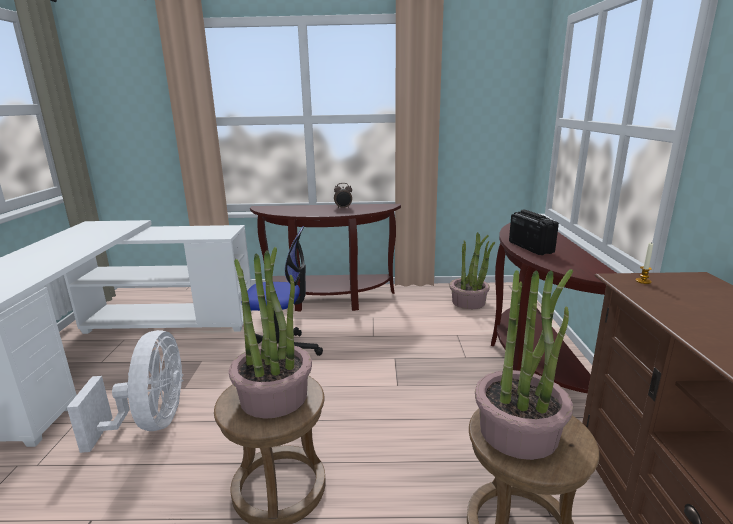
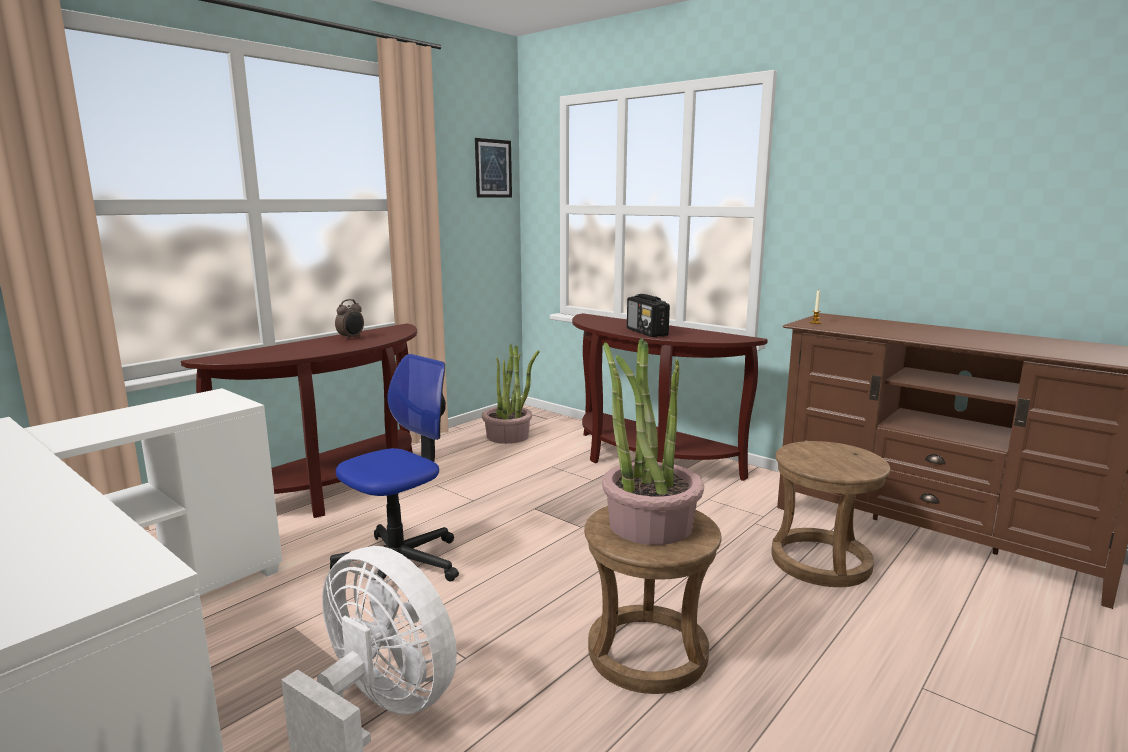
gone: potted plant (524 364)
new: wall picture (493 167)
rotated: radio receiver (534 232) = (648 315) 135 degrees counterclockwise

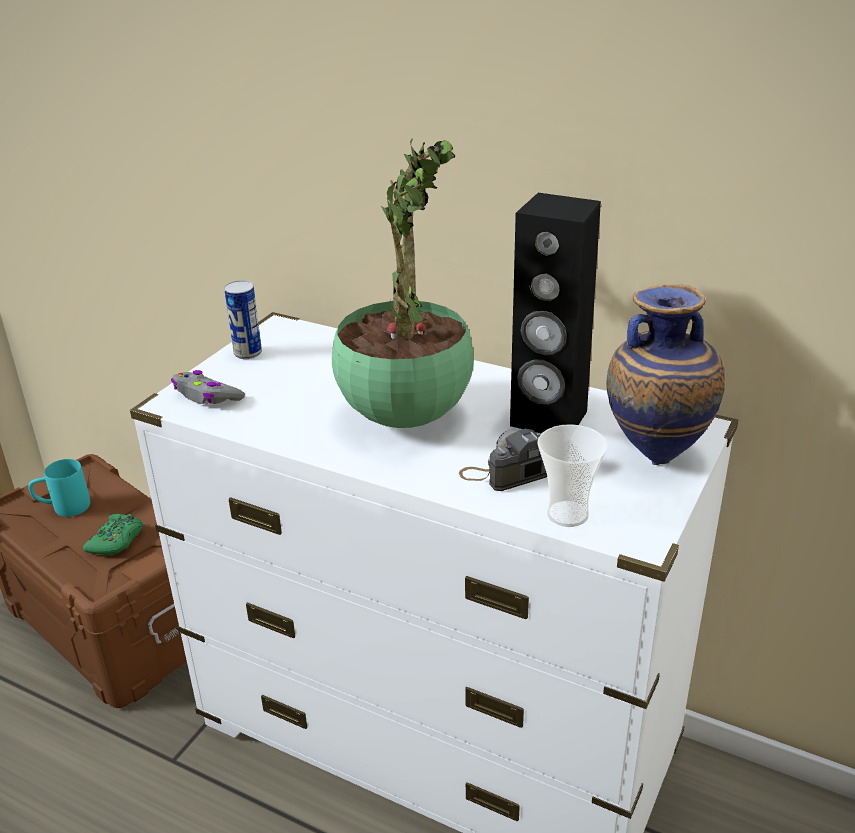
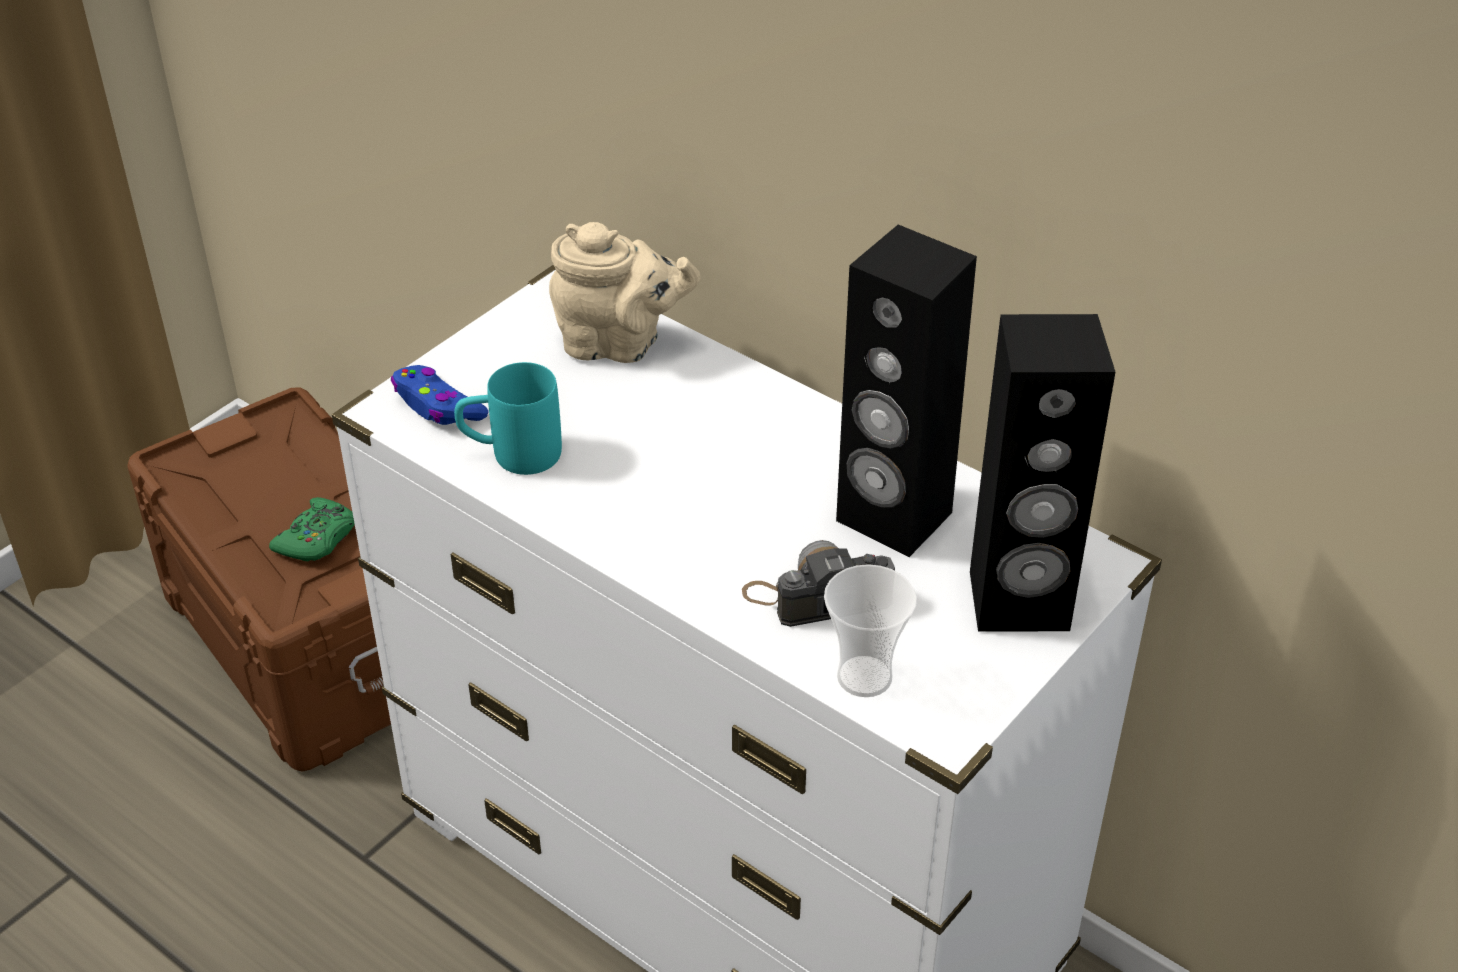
gone: metal can (243 320); potted plant (403 283)
new: tea pot (sand-coloured) (624 292)
shifted: mug (turquoise) (59 488) to (508 418)
swapped: vase (665 374) to audio speaker (blackish) (1042 473)
repainted: gamepad (gray) (208 387) to gamepad (blue-coloured) (439 395)

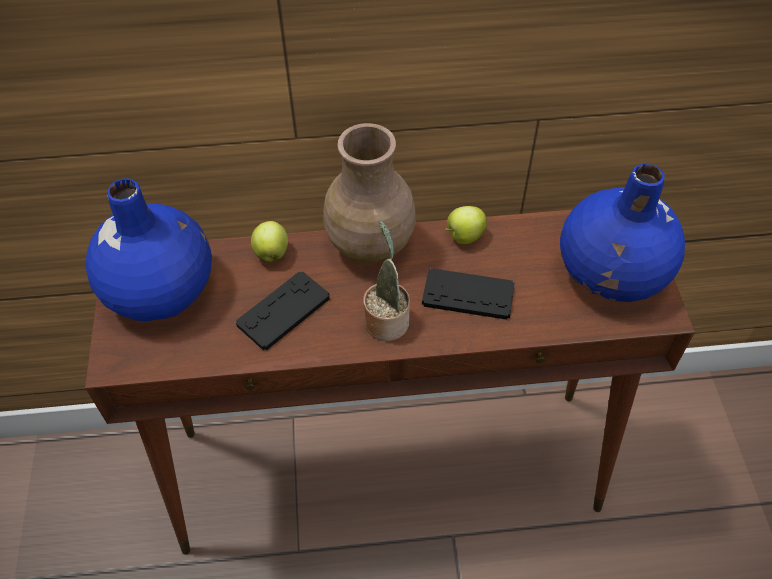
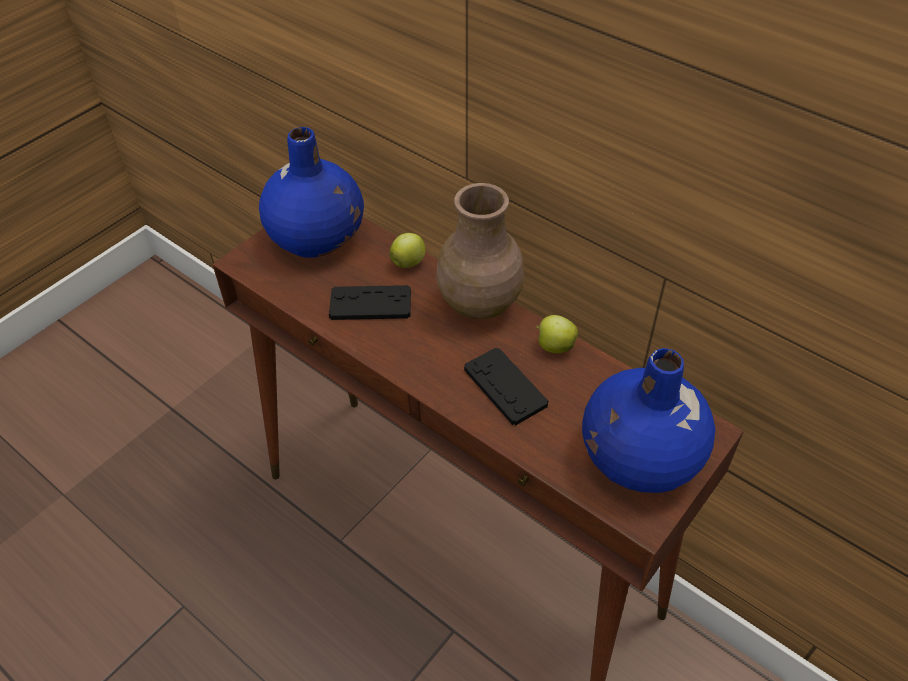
gone: potted plant (386 281)

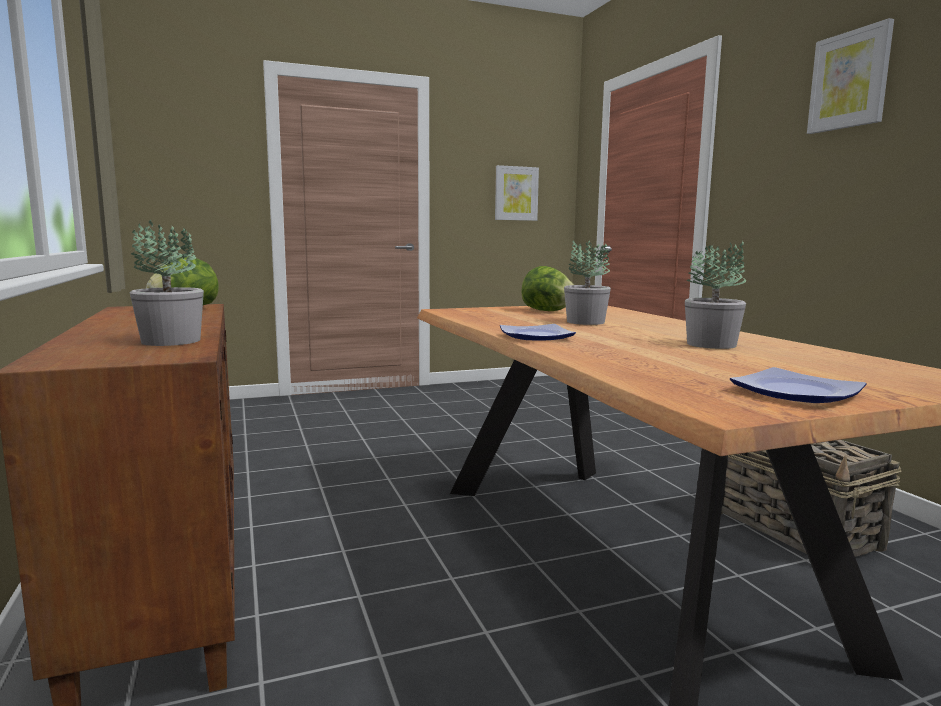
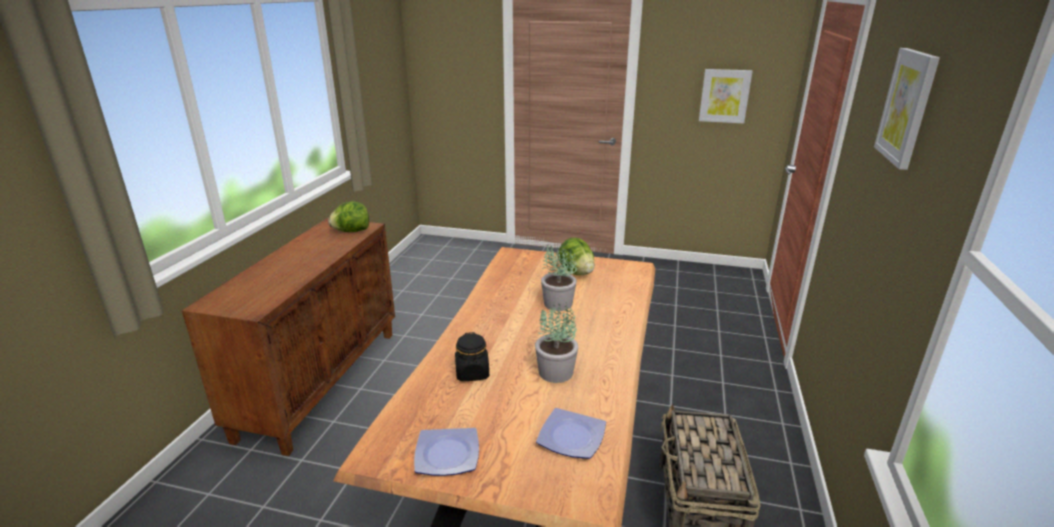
gone: potted plant (167 283)
new: jar (blackish) (472 356)
shifted: flat dish (538 332) to (571 433)

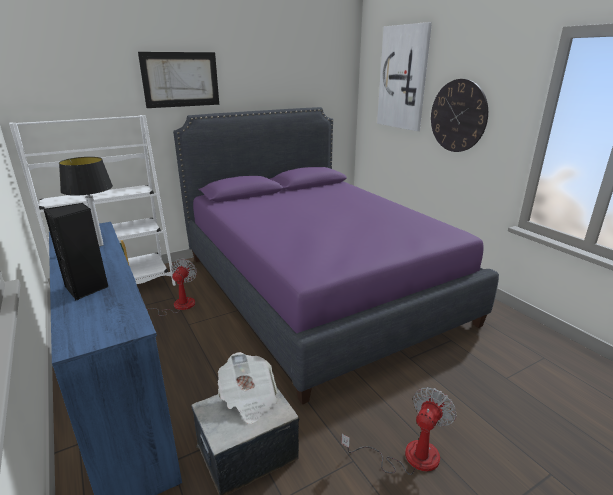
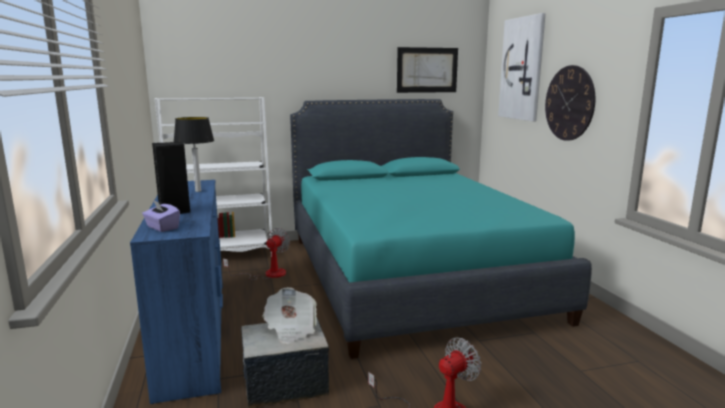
new: tissue holder (purplish) (161 216)
shifted: wall picture (178 80) to (427 70)
repainted: sleeping bed (purplish) (336 256) to sleeping bed (turquoise) (441 229)

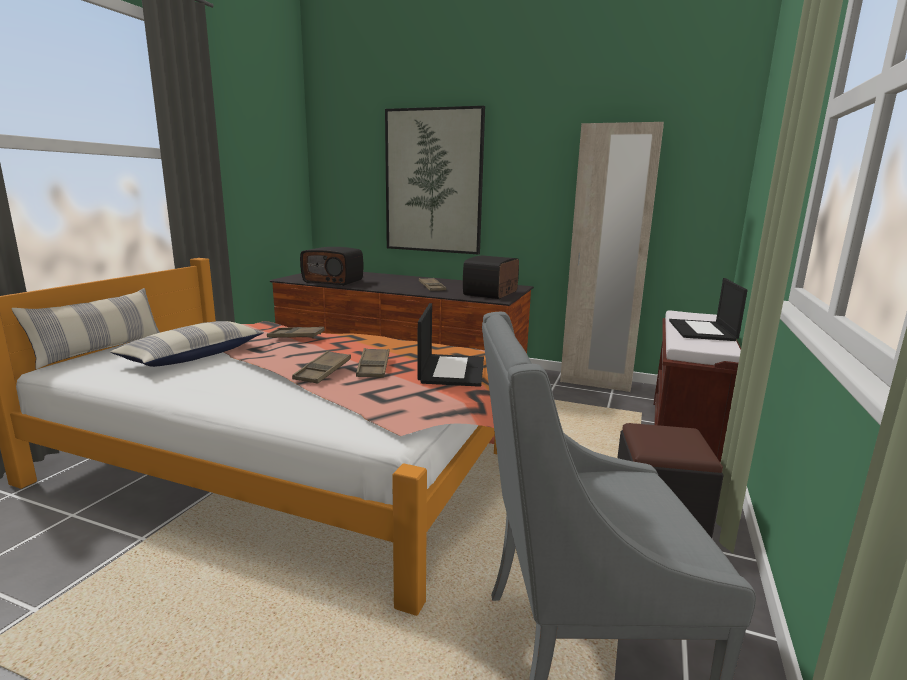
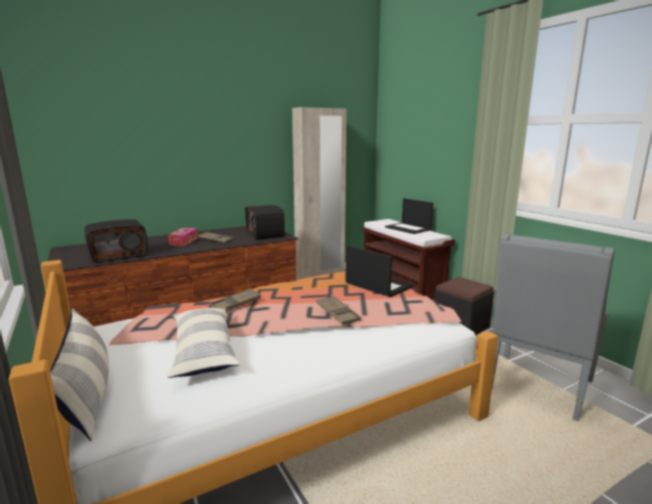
gone: tray (brownish) (372 363); wall picture (435 180)
new: tissue holder (183 237)

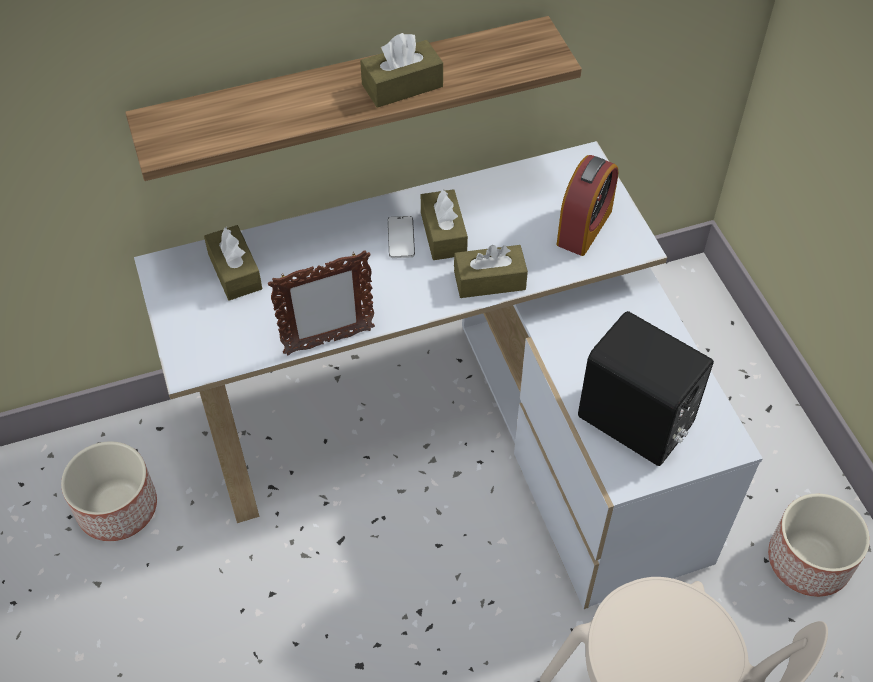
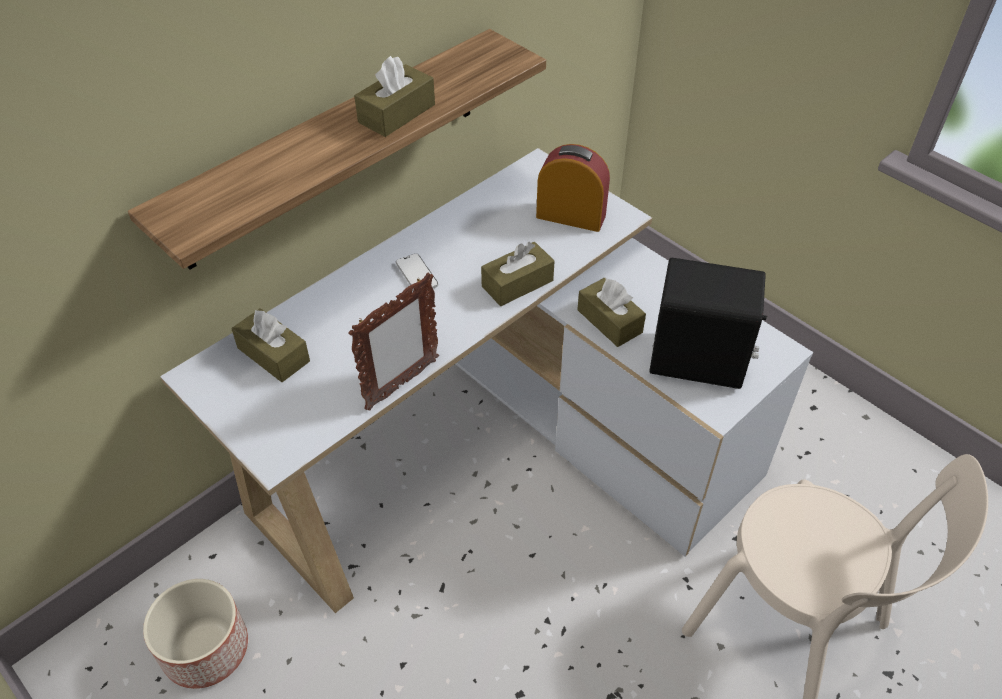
gone: flower pot (819 545)
shifted: tissue holder (brownish) (444 224) to (611 312)
rotated: alarm clock (587 205) = (573 188) 75 degrees counterclockwise

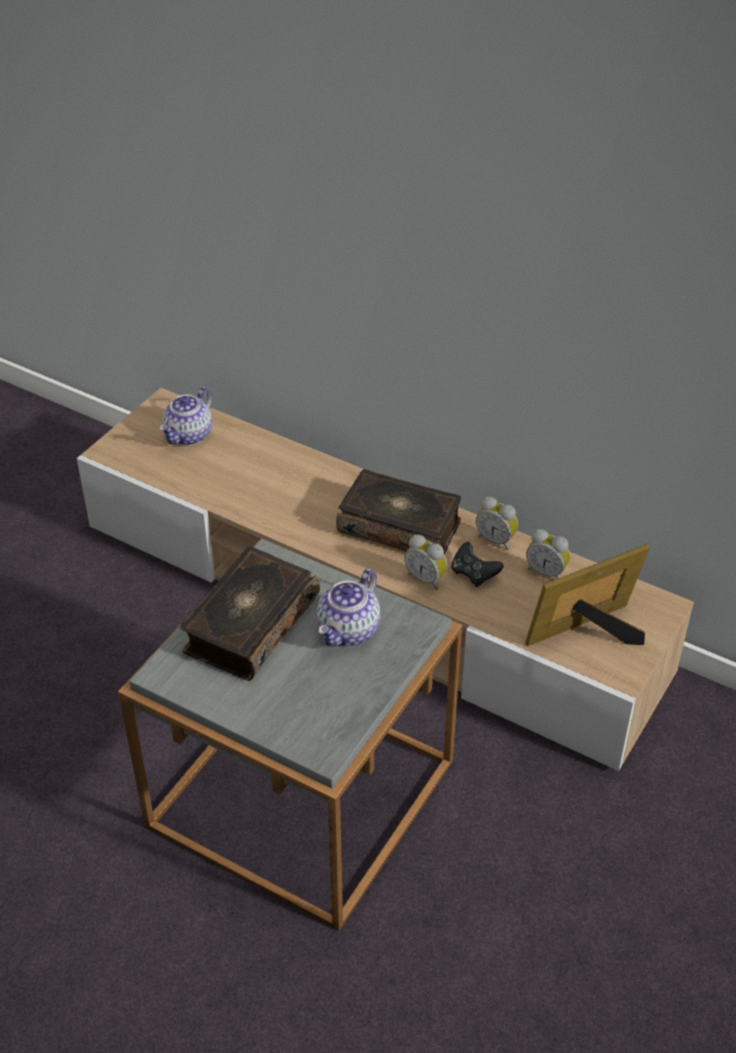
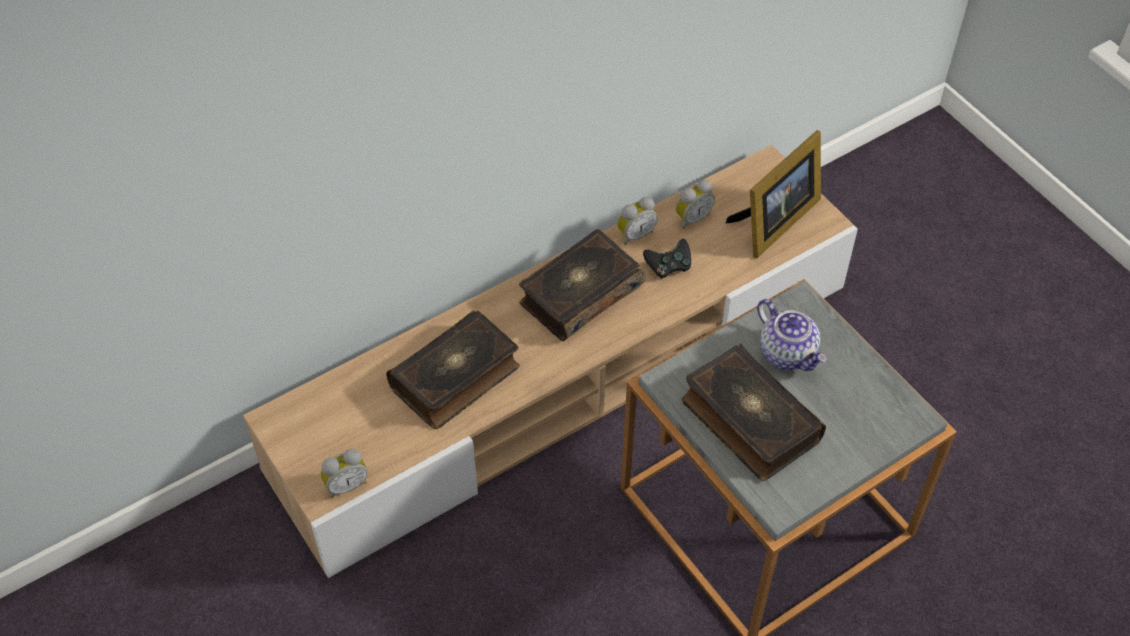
gone: tea pot (185 416)
new: volume (453 369)
shifted: alarm clock (425 562) to (344 473)
rotated: standing frame (587 595) = (773 194) 135 degrees counterclockwise

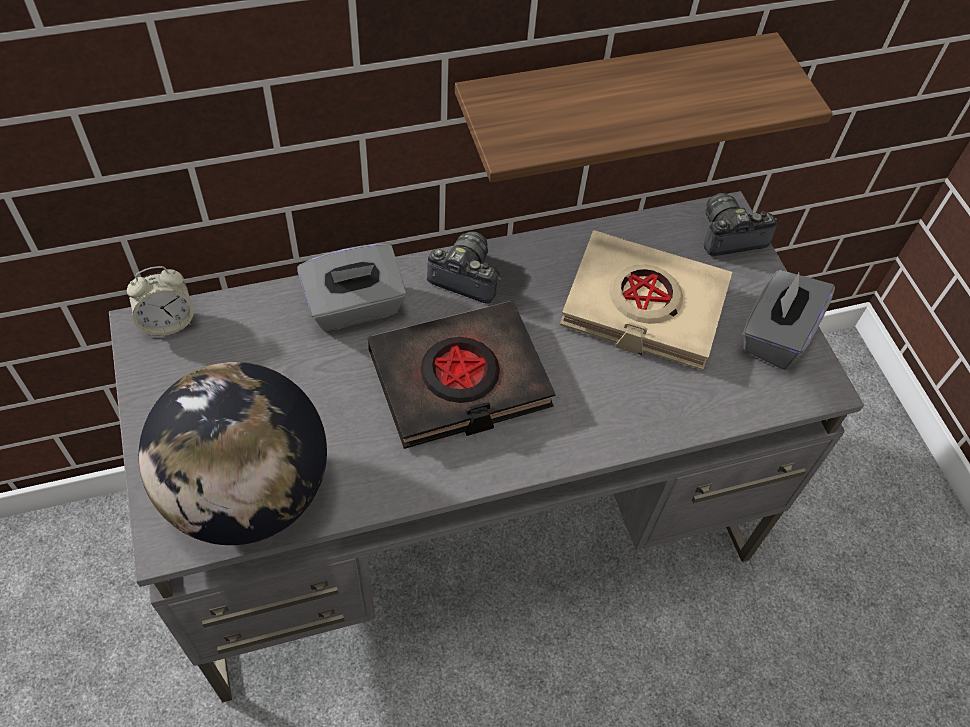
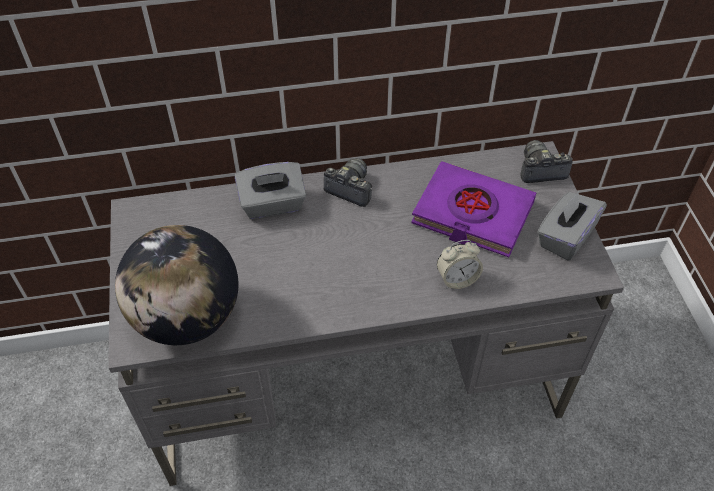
gone: volume (blackish) (461 375); wall shelf (644 107)
shifted: alarm clock (160 301) to (460 264)
repainted: volume (sand-coloured) (646 300) to volume (purplish) (473 209)

